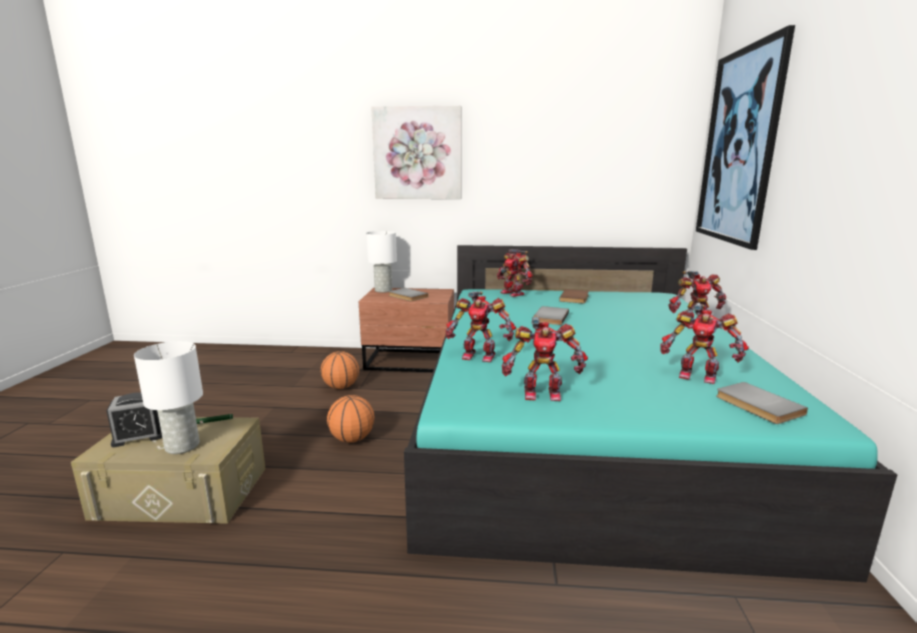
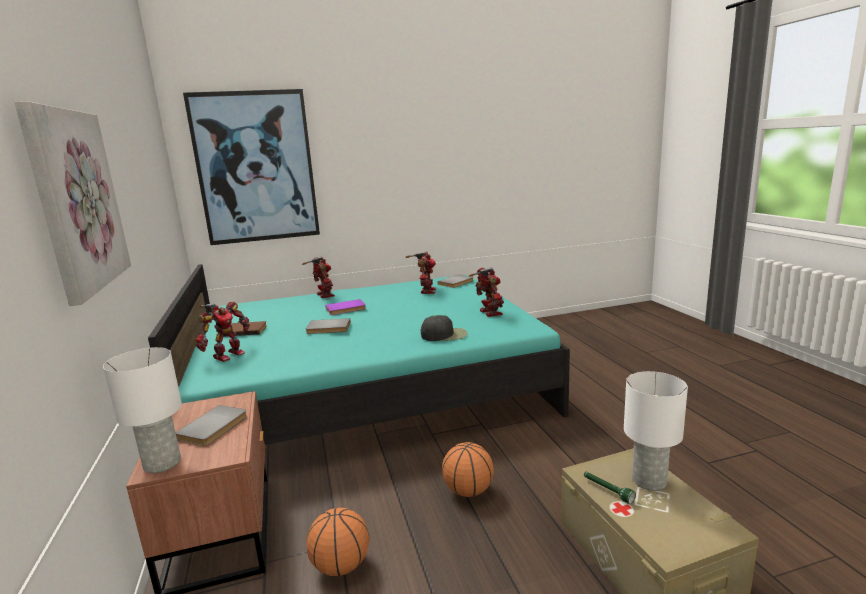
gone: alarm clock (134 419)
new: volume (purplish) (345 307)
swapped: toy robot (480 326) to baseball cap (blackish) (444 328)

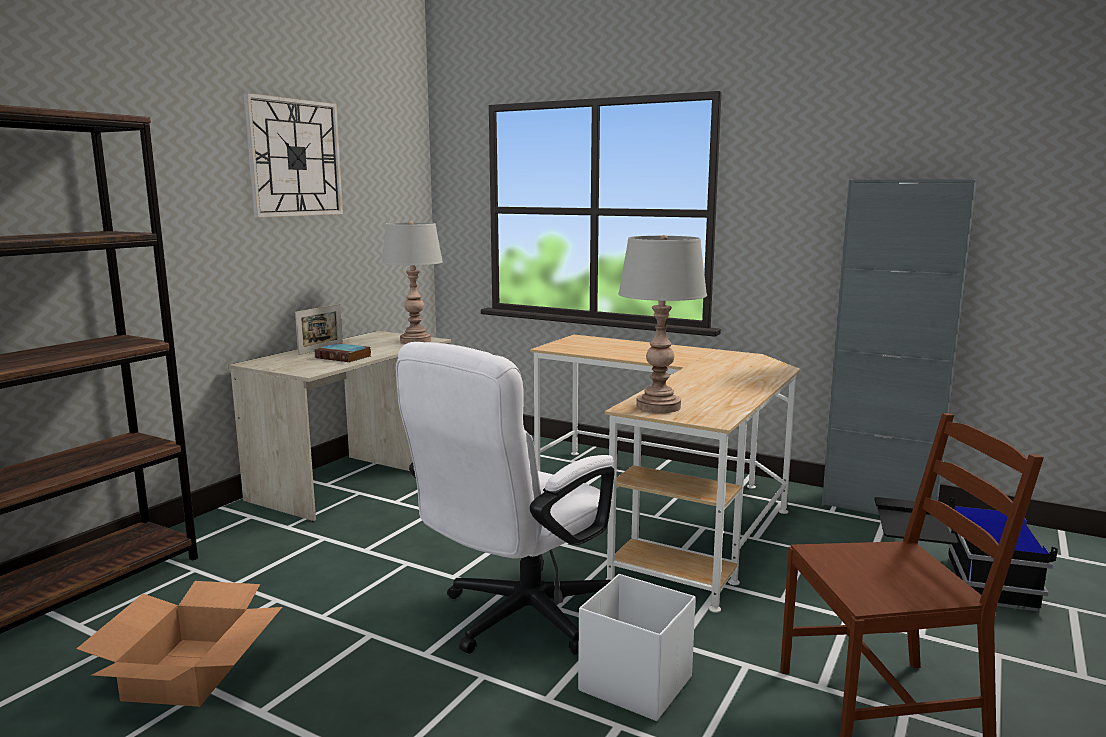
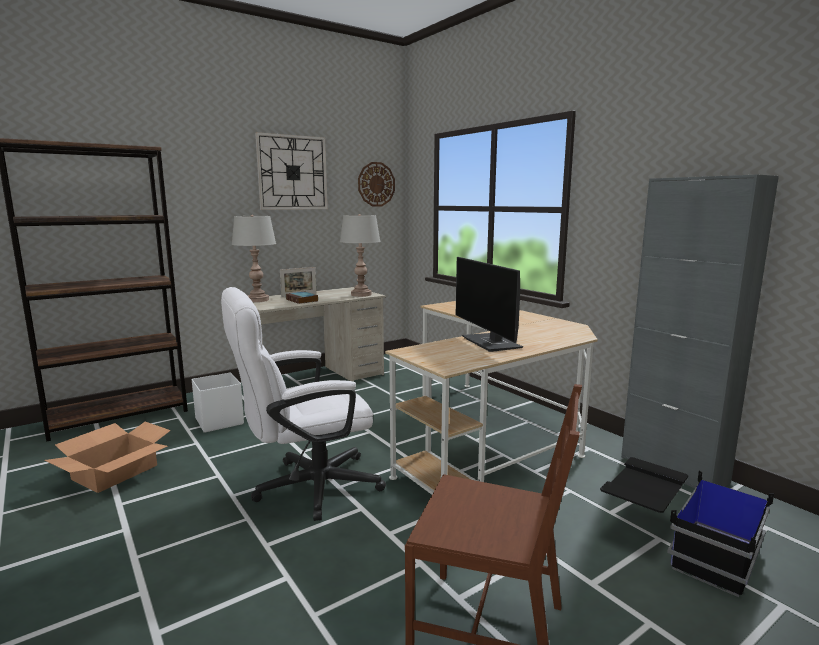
new: wall clock (376 184); computer display (489 304)
shifted: storage bin (white-coloured) (637 647) to (218 402); lamp for a table (gray) (662 324) to (254 258)

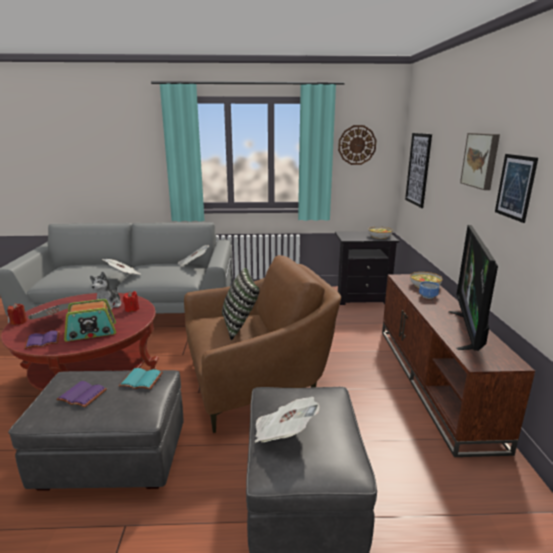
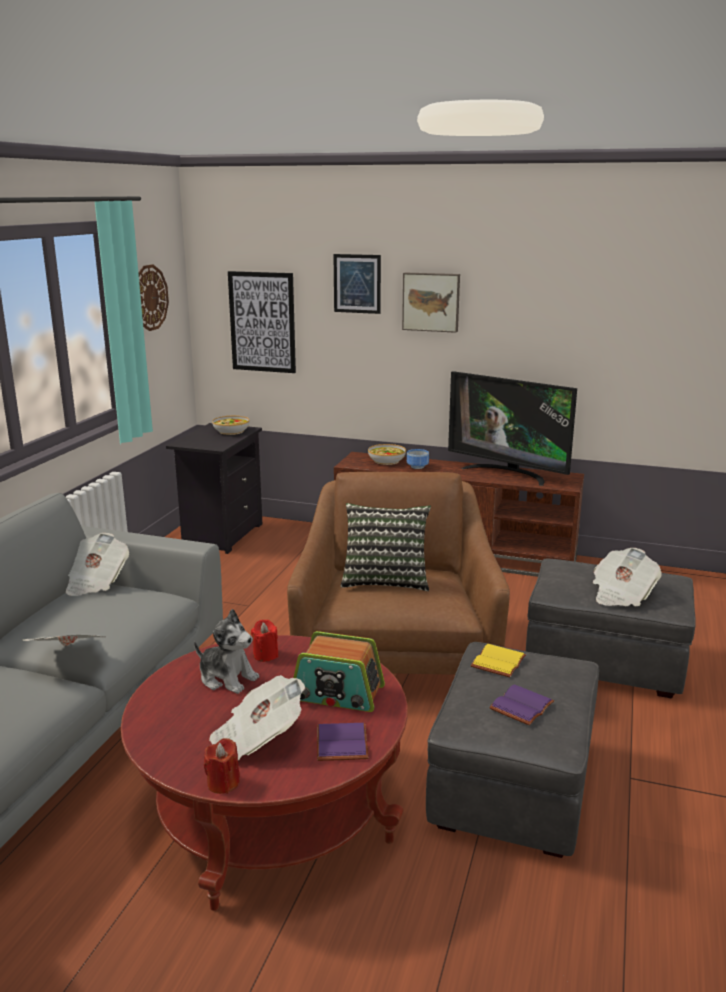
shifted: wall picture (516 188) to (357 284)
repainted: volume (turquoise) (141 379) to volume (yellow-coloured) (498 660)
rotated: radio receiver (90 320) = (339 671) 105 degrees clockwise

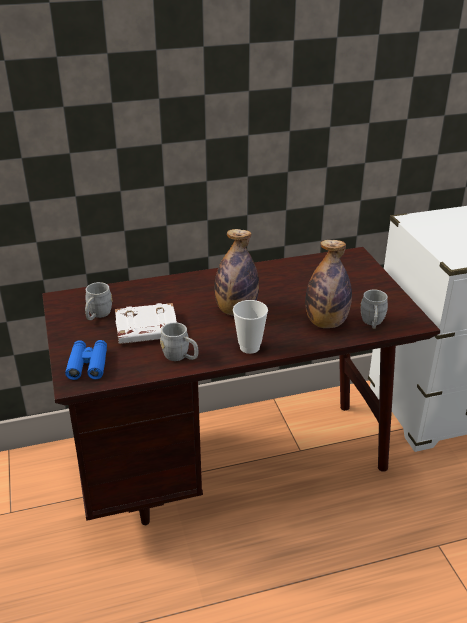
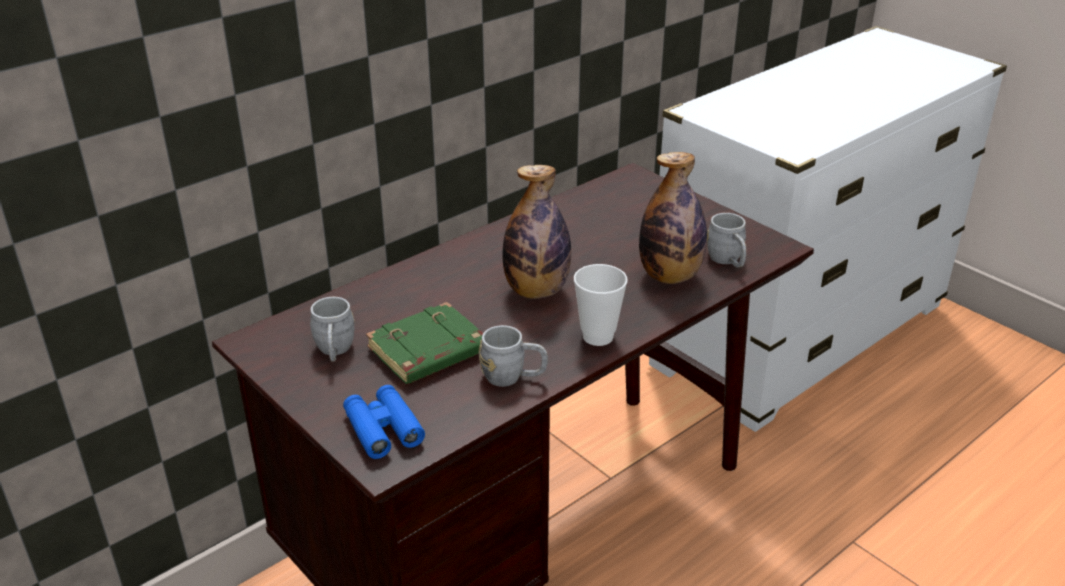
repainted: volume (white-coloured) (146 323) to volume (green-coloured) (424 343)

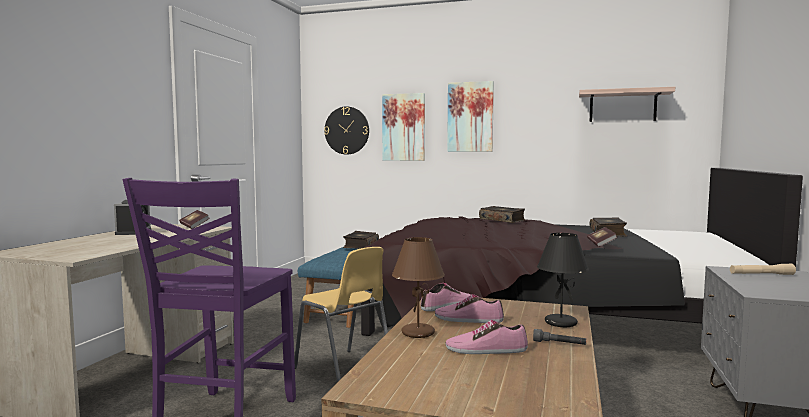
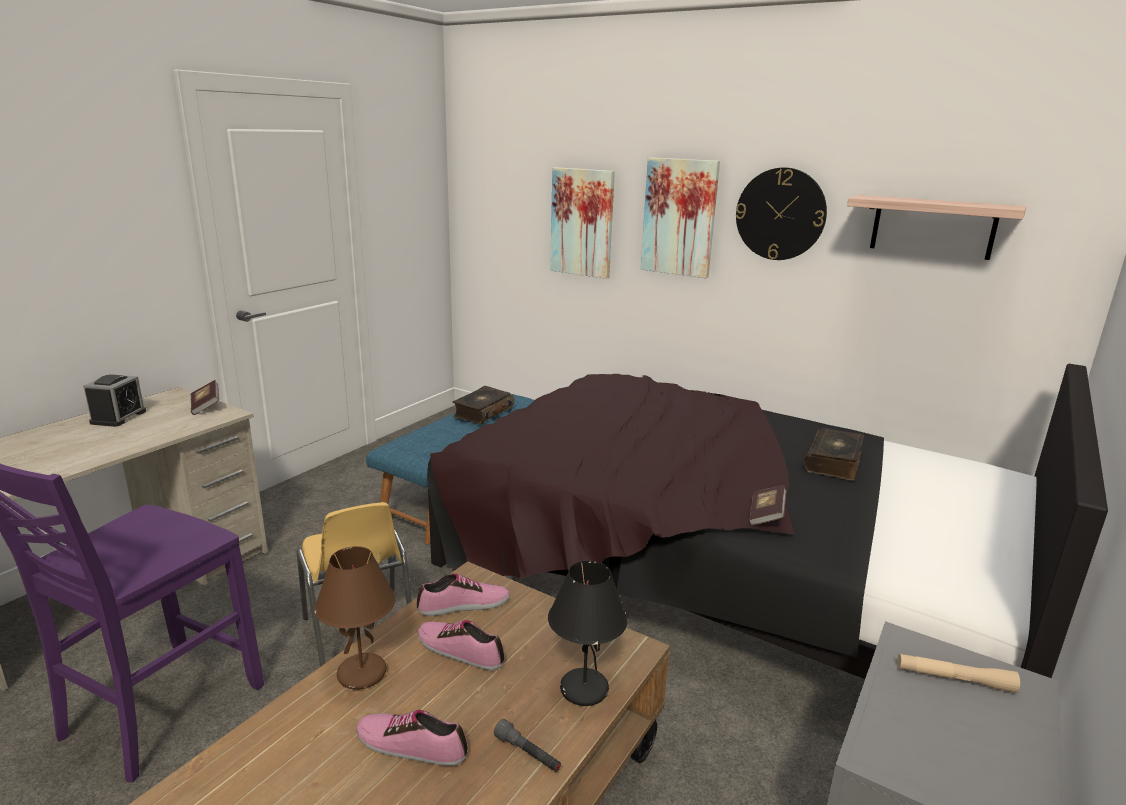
gone: volume (502 214)
shifted: wall clock (346 130) to (781 213)

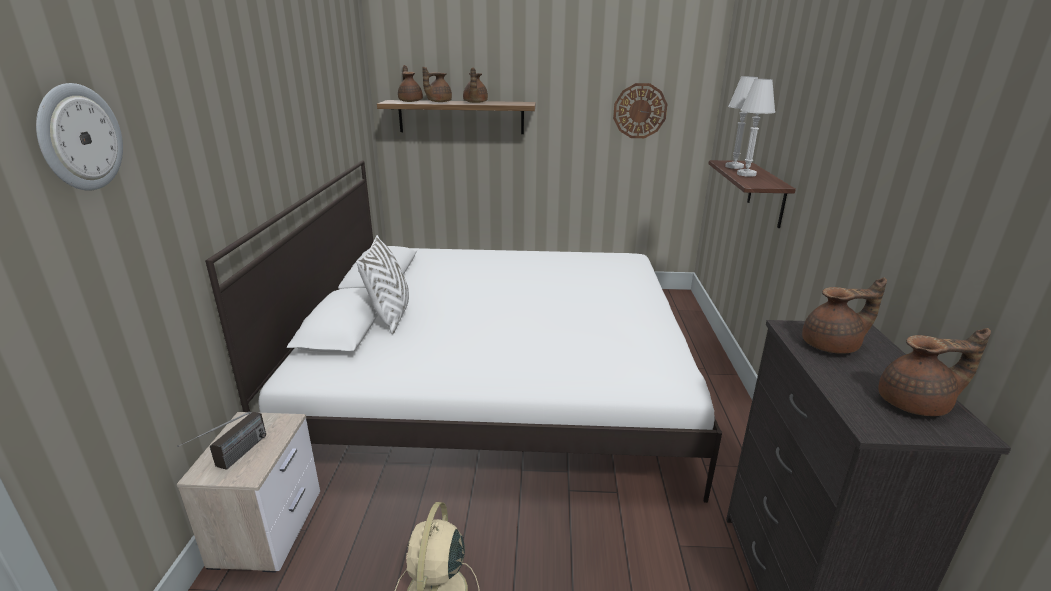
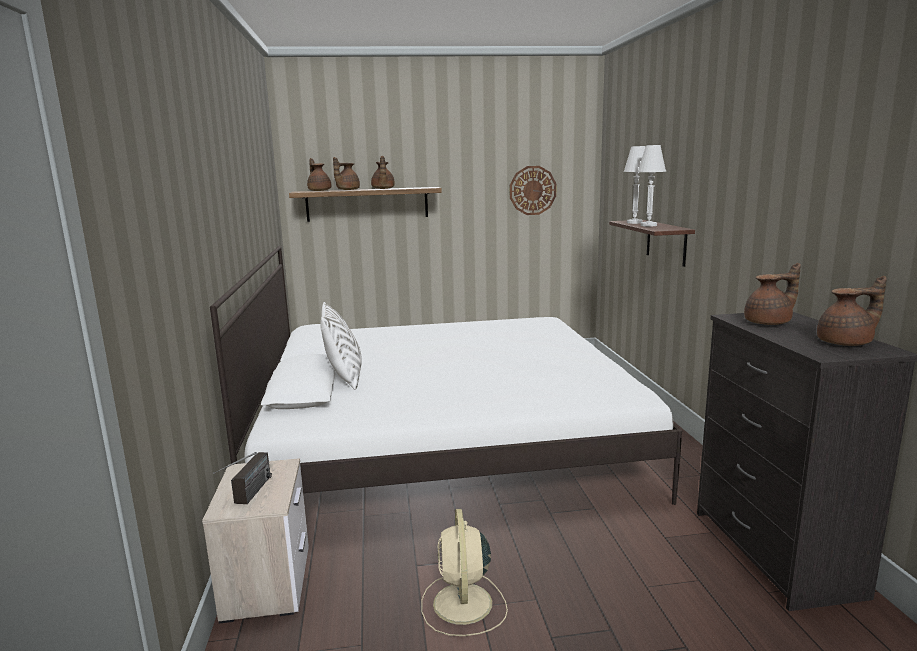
gone: wall clock (79 137)

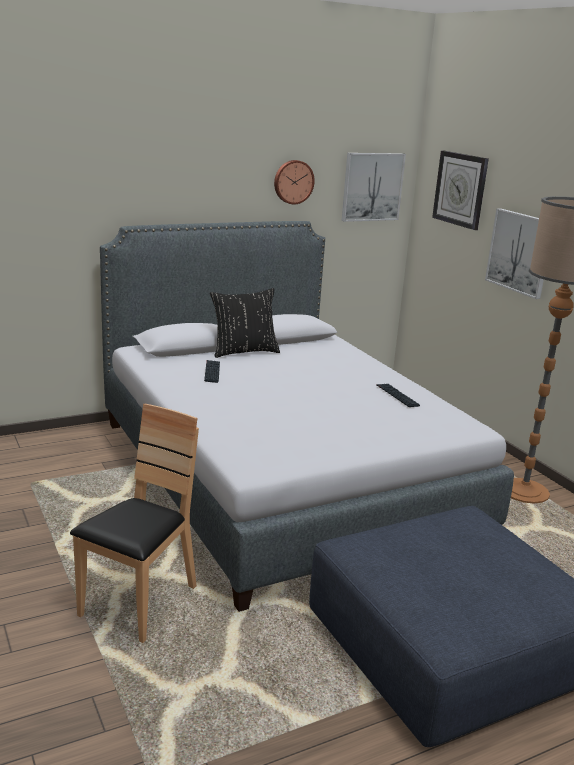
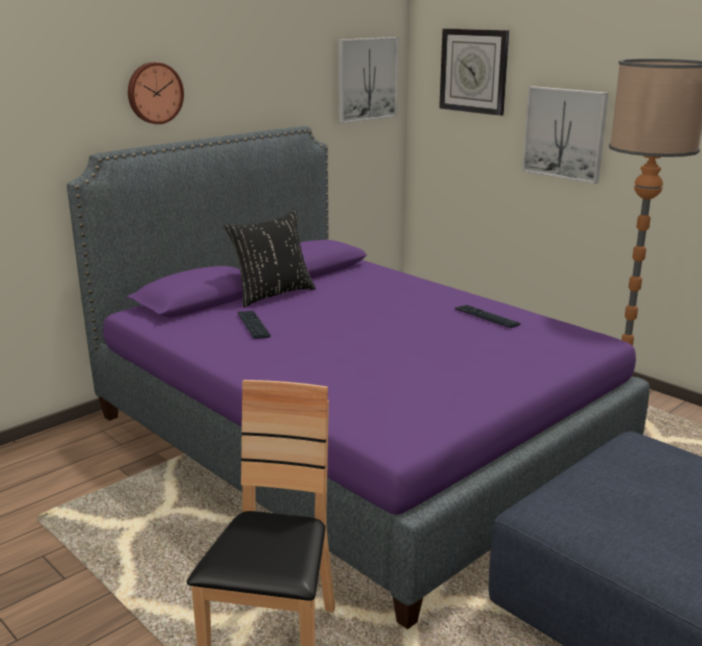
shifted: wall clock (294 182) to (156 93)
repainted: sleeping bed (gray) (307 416) to sleeping bed (purplish) (358 378)

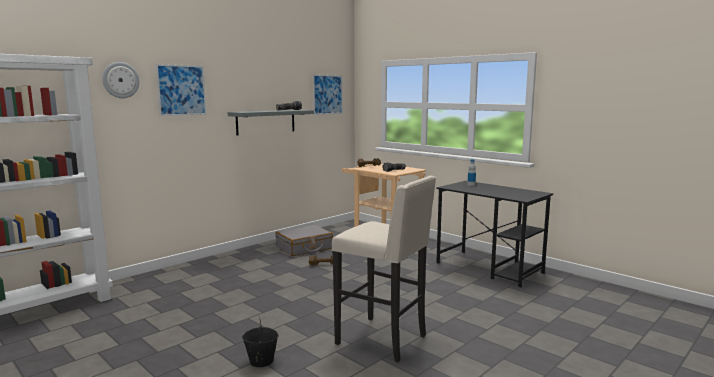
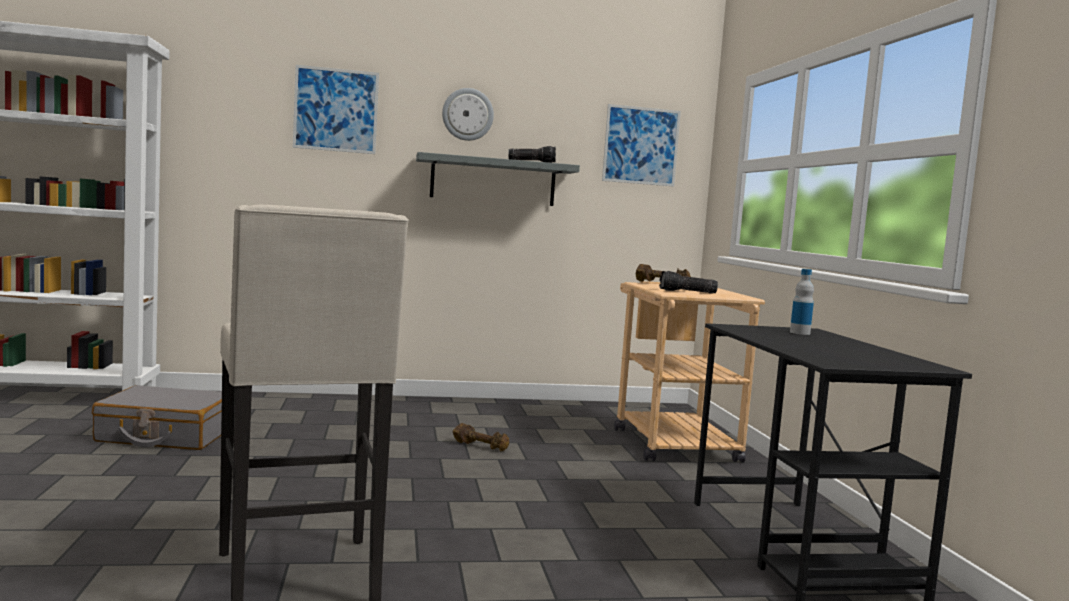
gone: bucket (blackish) (260 341)
shifted: wall clock (121 80) to (468 114); suitcase (gray) (304 240) to (157 417)

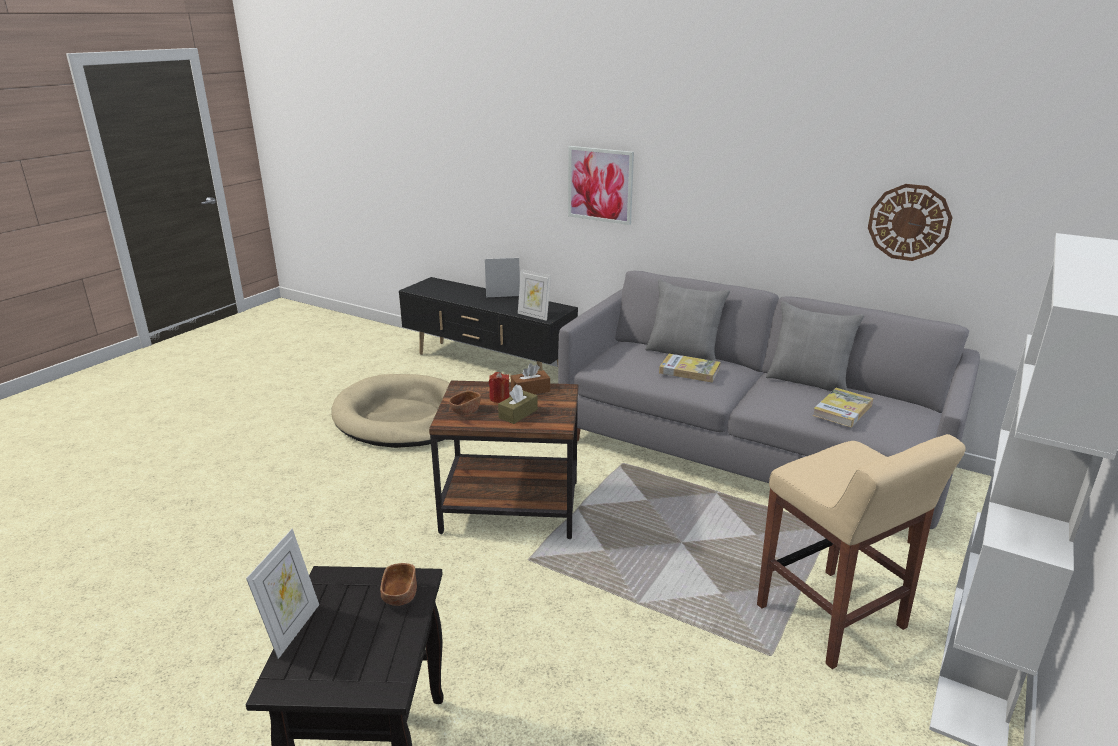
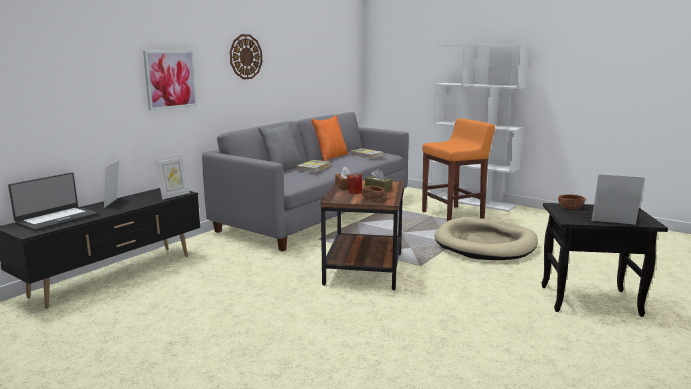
new: laptop (53 201)
shifted: dog bed (sand-coloured) (390 411) to (486 238); wall clock (910 222) to (246 56)
repainted: stool seat (sand-coloured) (861 551) to stool seat (orangey) (458 169); throw pillow (gray) (815 346) to throw pillow (orangey) (329 138)

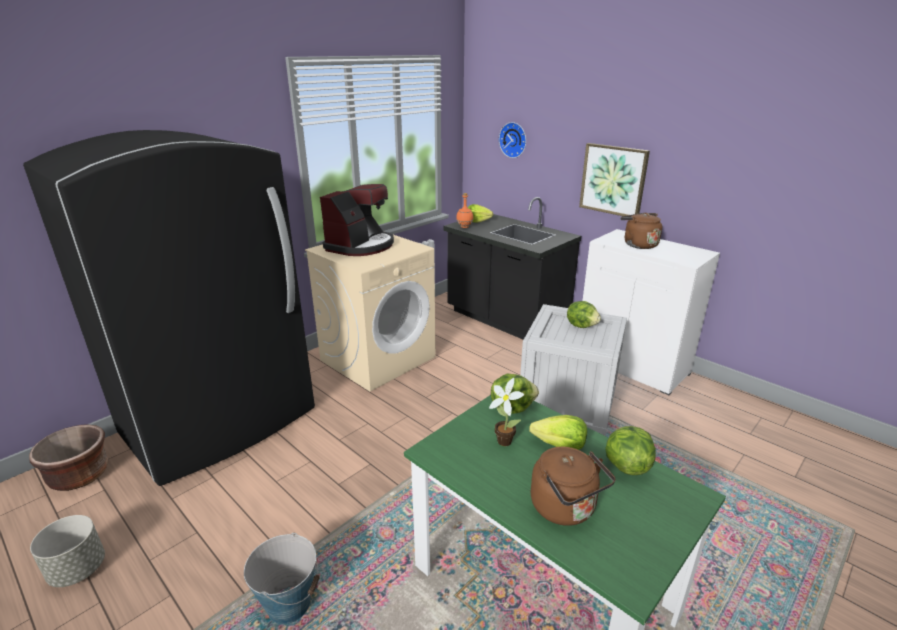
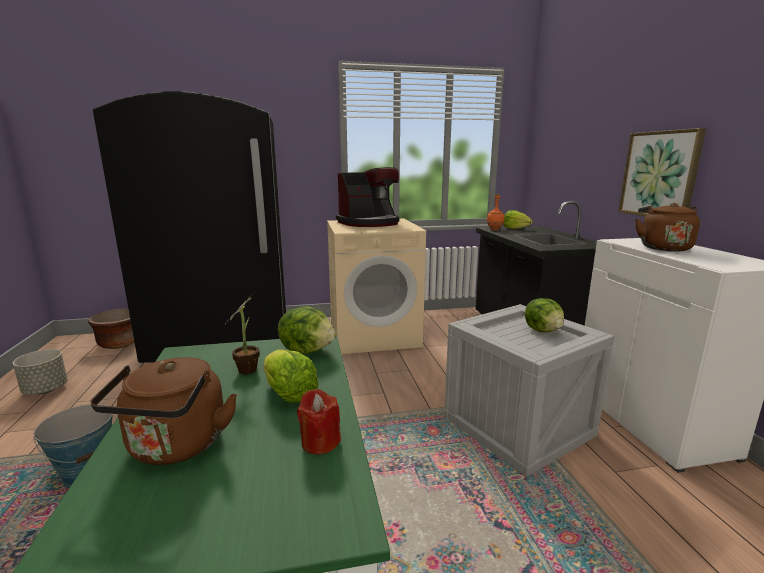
gone: wall clock (512 140)
swapped: lettuce (630 450) to wax light (reddish) (319 422)

